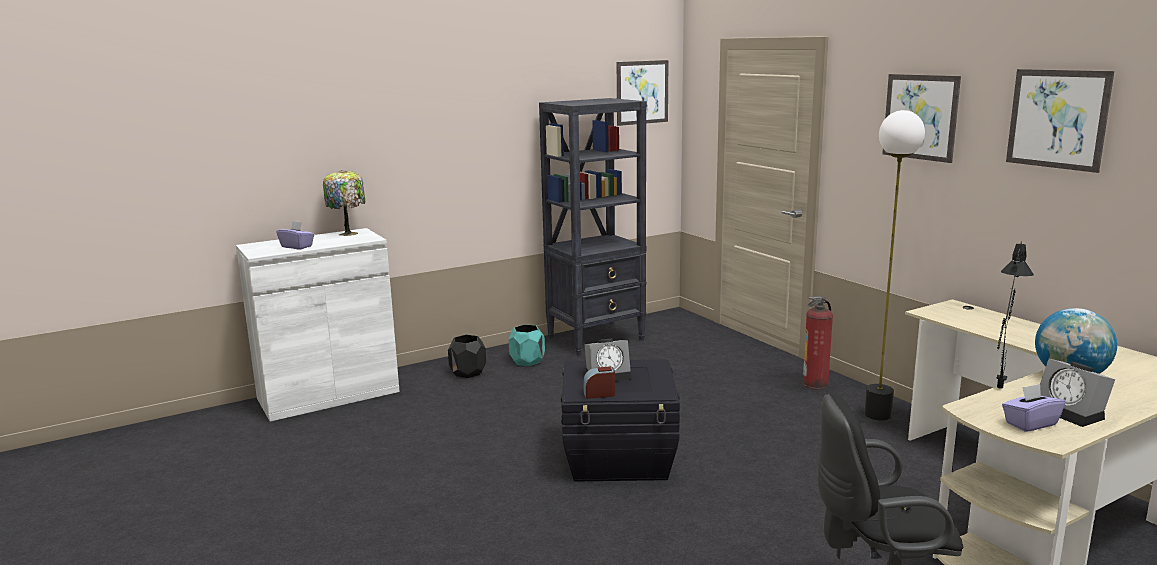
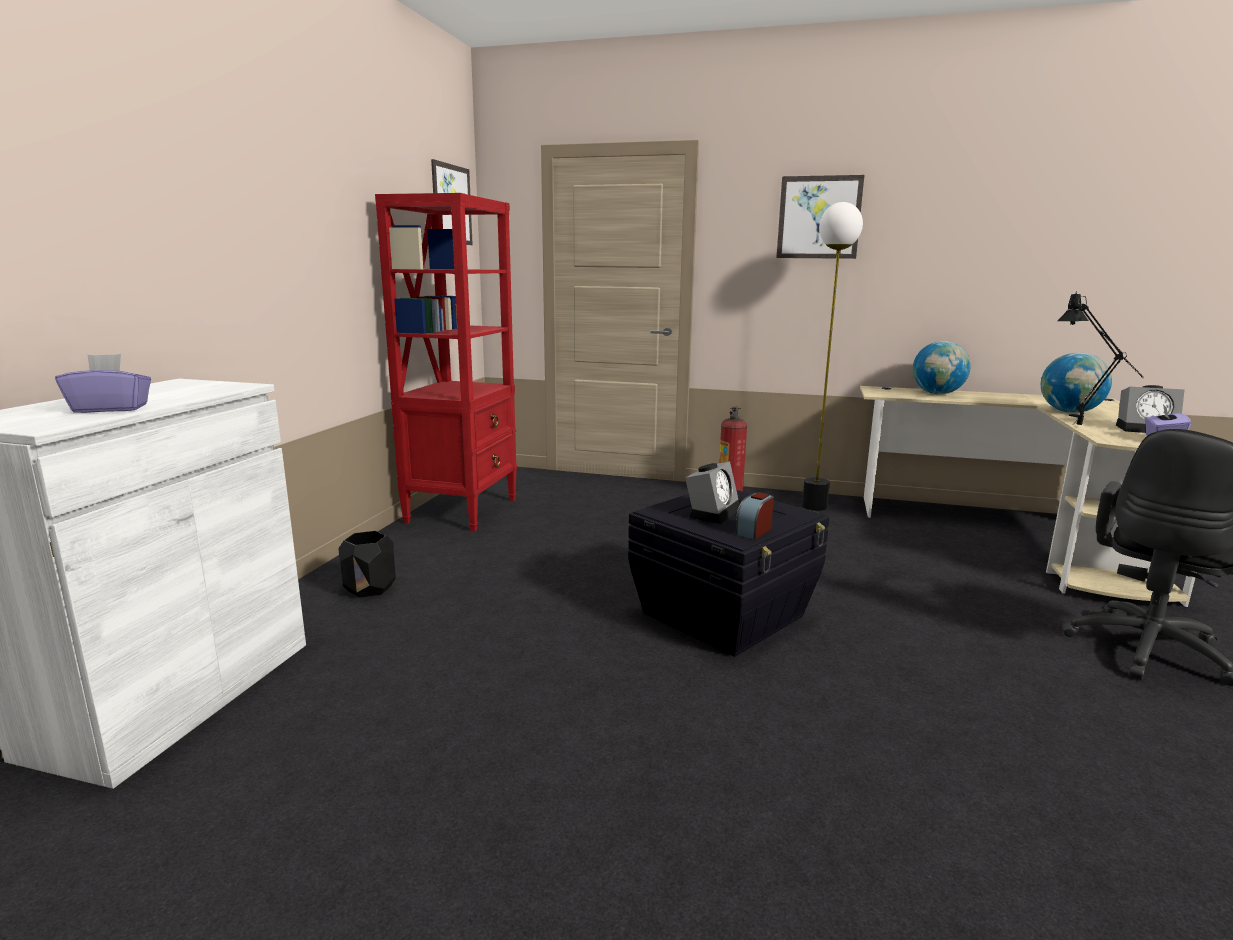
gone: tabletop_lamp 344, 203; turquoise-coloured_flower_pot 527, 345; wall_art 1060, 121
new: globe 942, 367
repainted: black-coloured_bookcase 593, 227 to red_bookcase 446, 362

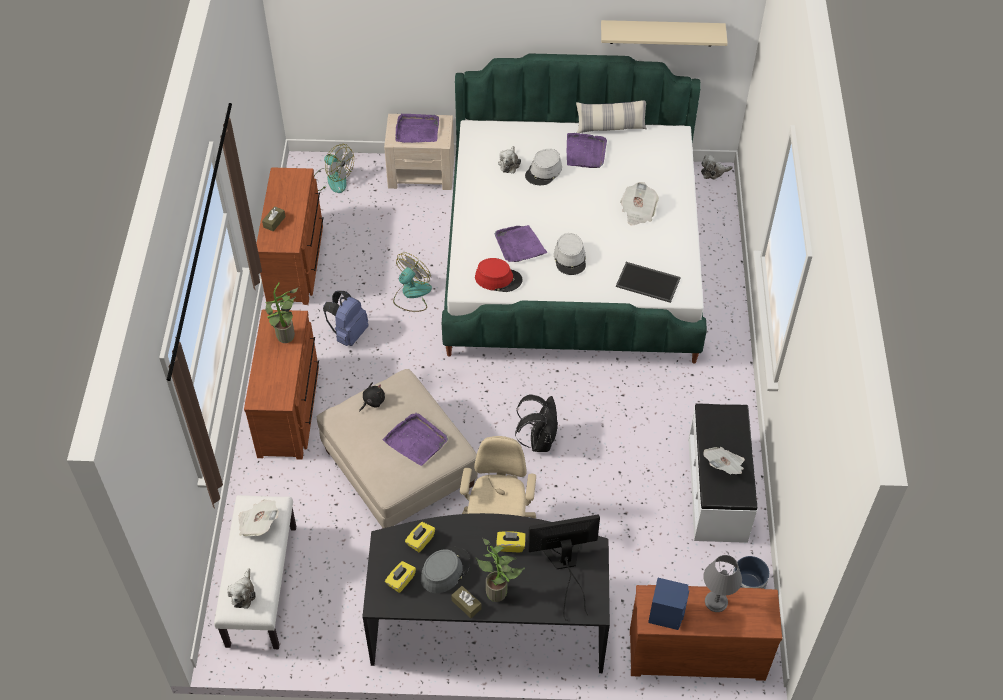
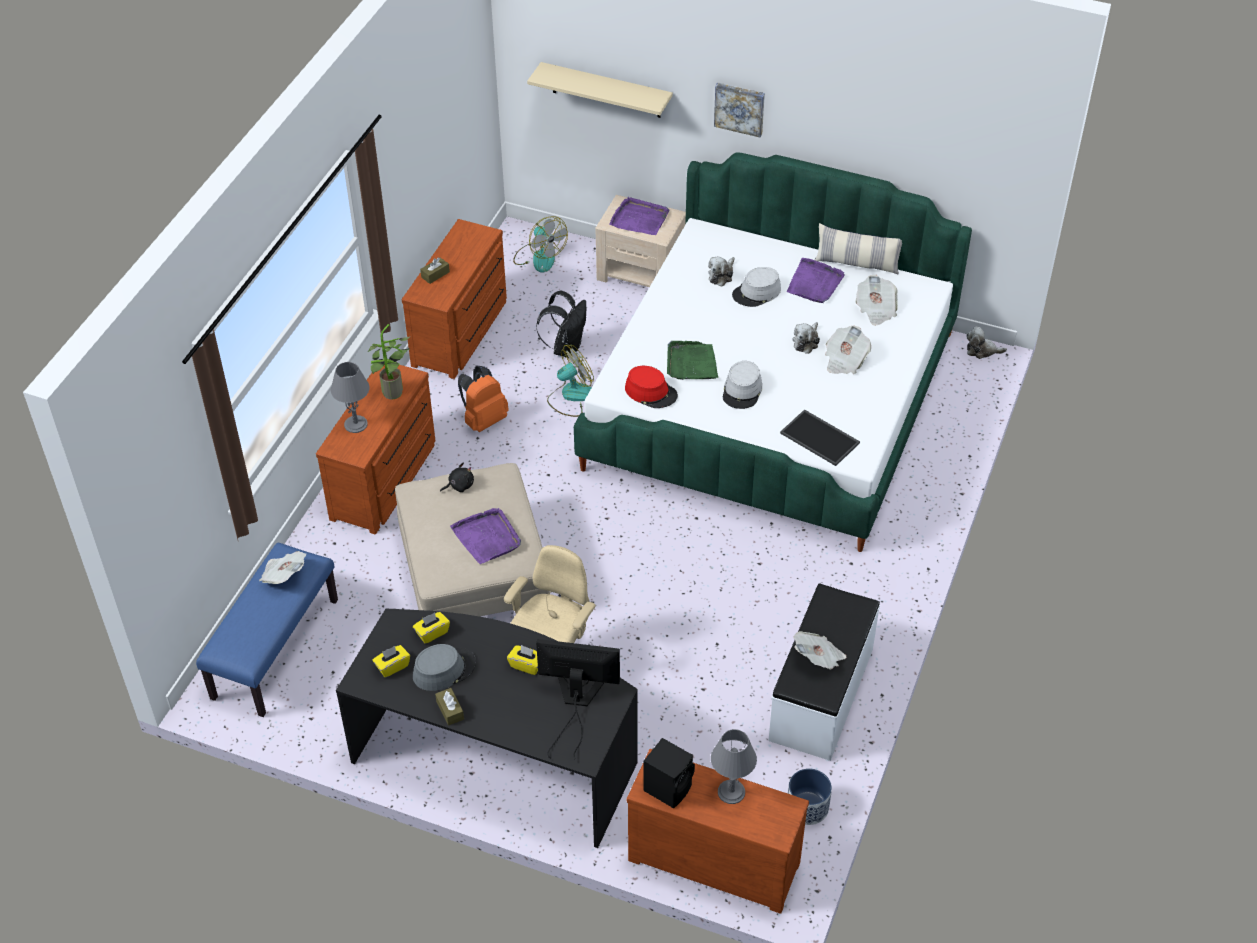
gone: potted_plant 500, 570
new: grey_tabletop_lamp 350, 397; wall_art 739, 109; printed_paper 876, 300
shifted: plush_toy 241, 588 to 806, 338; black-coloured_knapsack 536, 423 to 561, 324; beige_bracket_shelf 664, 33 to 600, 90
repainted: whitish_indoor_bench 255, 572 to blue-coloured_indoor_bench 267, 630; blue-coloured_knapsack 345, 318 to orangey_knapsack 483, 399; purple-coloured_serving_tray 521, 243 to green-coloured_serving_tray 692, 360; blue-coloured_audio_speaker 668, 604 to black-coloured_audio_speaker 669, 773

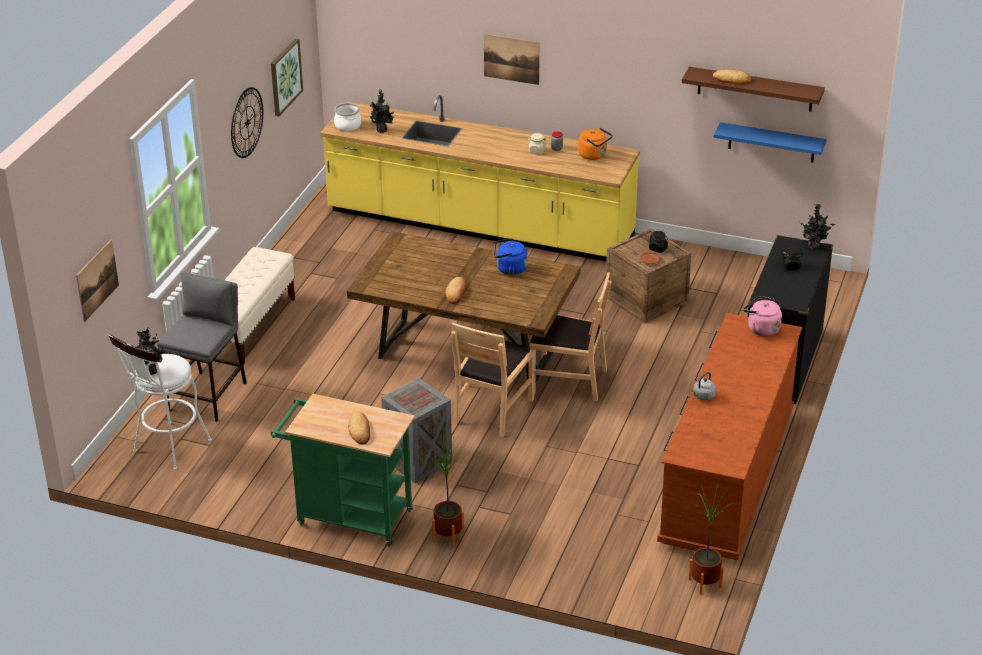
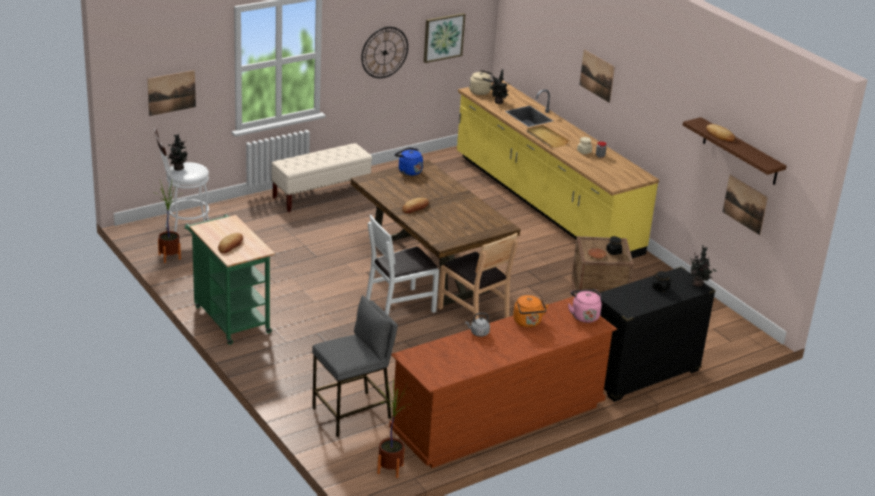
gone: packing_crate 416, 430
new: beige_serving_tray 548, 136
shifted: grey_stool_seat 202, 347 to 355, 366; potted_plant 444, 491 to 170, 222; blue-coloured_kettle 511, 256 to 408, 161; orangey_kettle 595, 144 to 531, 311
swapped: stockpot 347, 117 to beige_kettle 481, 82; blue-coloured_bracket_shelf 770, 142 to wall_art 745, 205
repainted: brown-coloured_upright_chair 492, 379 to whitish_upright_chair 402, 265

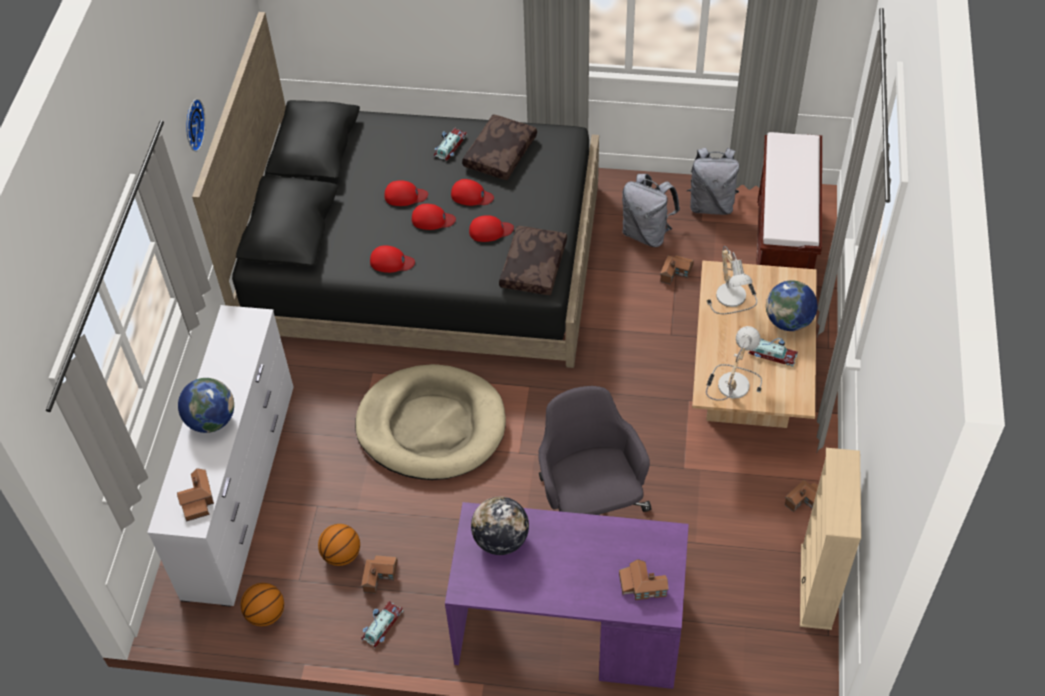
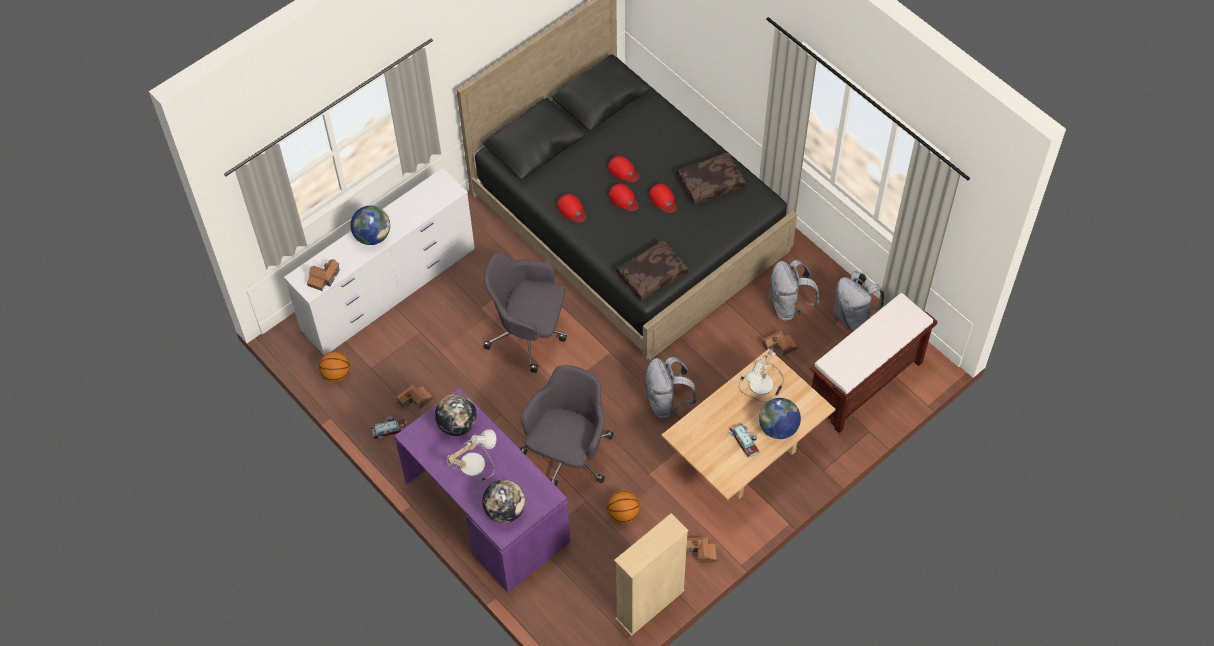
gone: wall_clock 196, 125; miniature_car 450, 145; red_baseball_cap 491, 228
new: grey_knapsack 671, 387
shifted: ball_for_basketball 339, 545 to 623, 506; tabletop_lamp 734, 363 to 471, 455
swapped: beige_dog_bed 430, 422 to grey_computer_chair 525, 312; toy_house 644, 579 to globe 503, 501

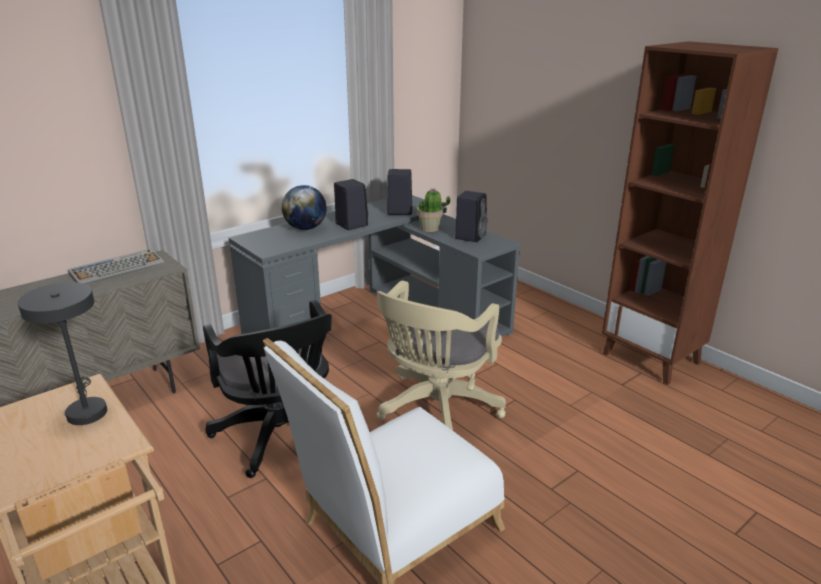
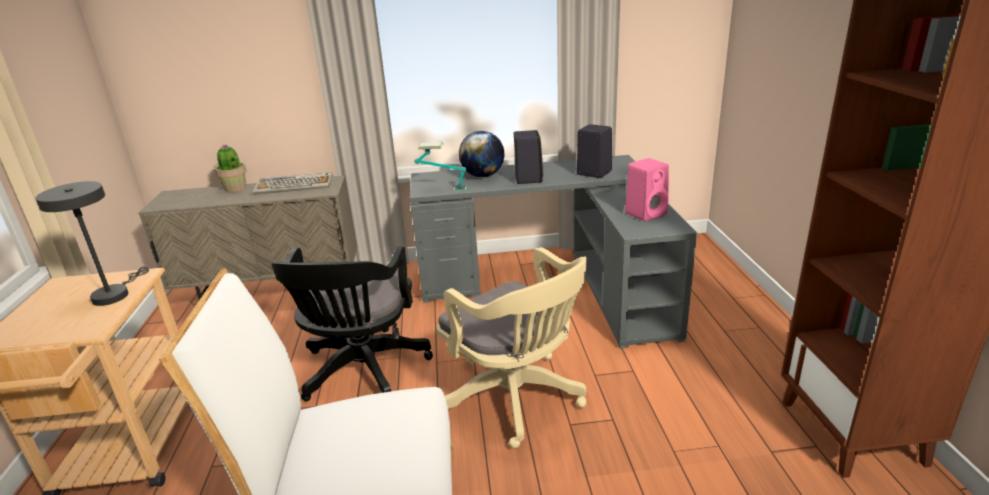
new: tabletop_lamp 441, 167
shifted: potted_plant 433, 210 to 230, 168
repainted: black-coloured_audio_speaker 471, 216 to pink_audio_speaker 647, 189
rotated: beige_computer_chair 441, 355 = 511, 348 105 degrees counterclockwise

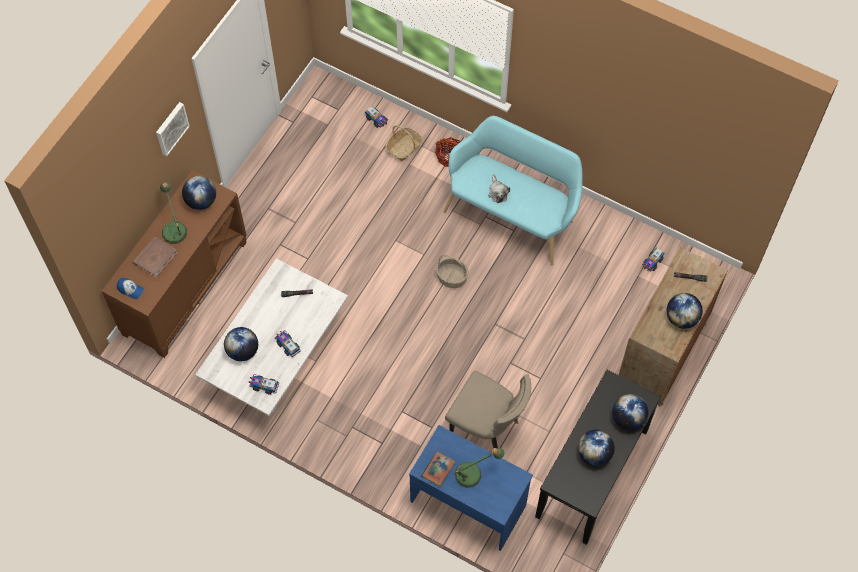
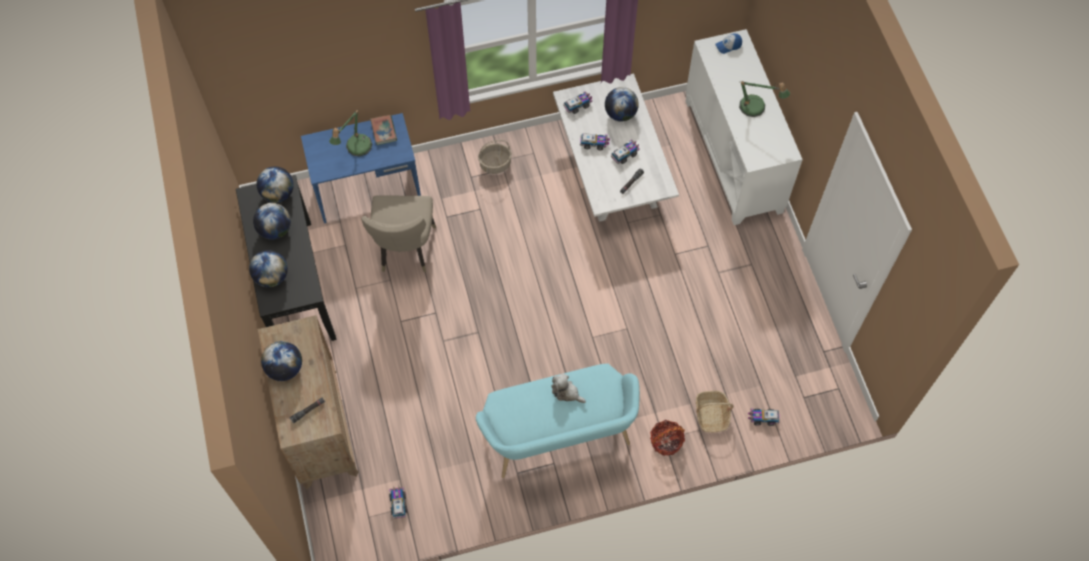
gone: brown-coloured_volume 155, 257; wall_art 173, 129
new: toy_lorry 625, 152
shifted: globe 199, 193 to 275, 184; storage_basket 452, 271 to 495, 157
repainted: brown-coloured_cabinet 174, 264 to whitish_cabinet 744, 127
rotated: beige_upright_chair 488, 409 = 398, 233 75 degrees counterclockwise

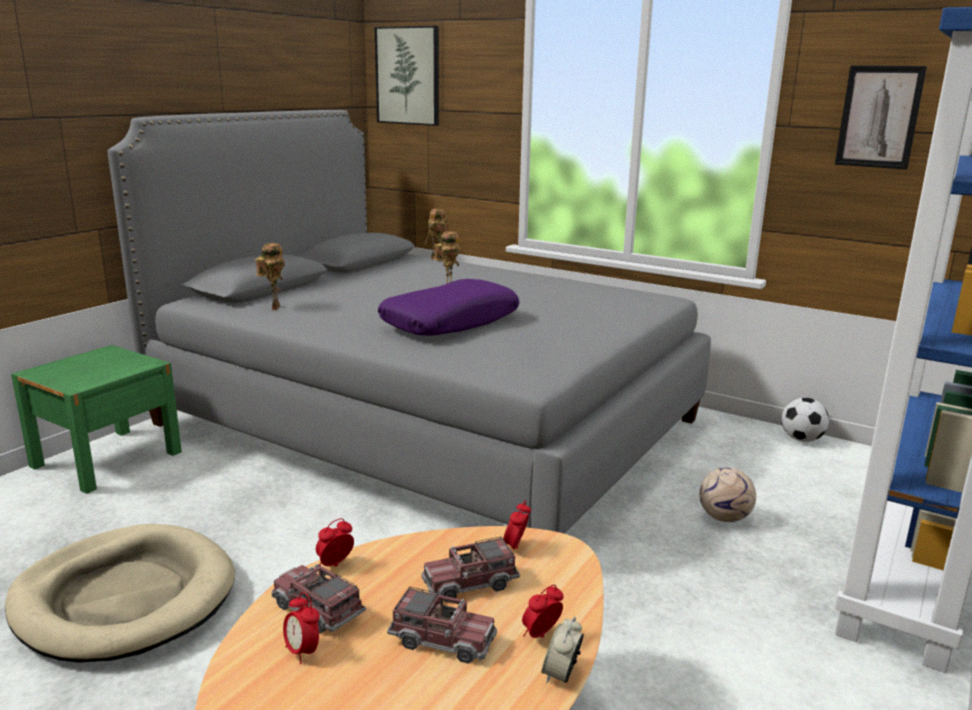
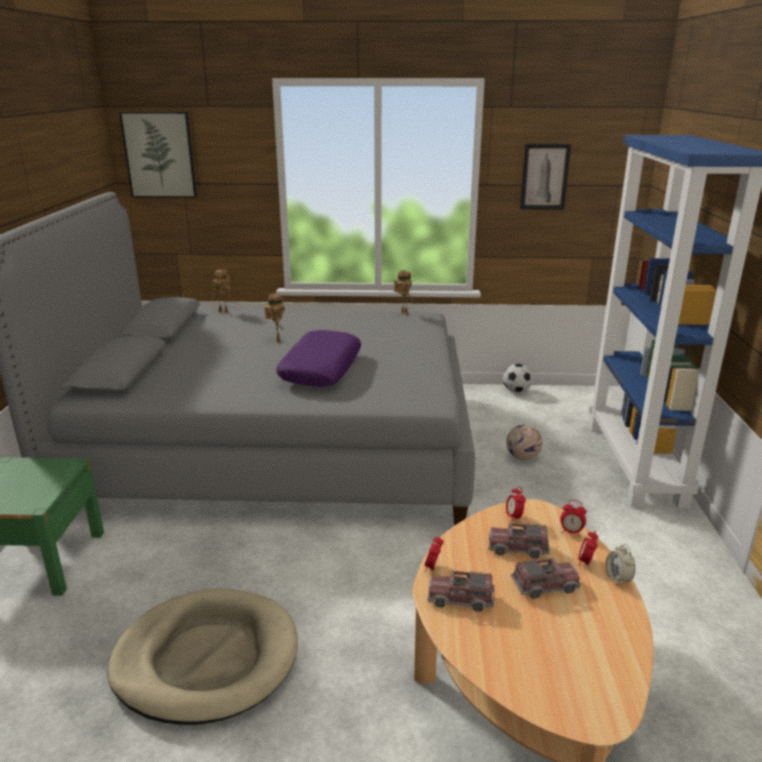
shifted: robot_figure 270, 276 to 403, 292; bedside_clock 301, 628 to 573, 518
rotated: toy_lorry 470, 569 = 519, 540 60 degrees clockwise

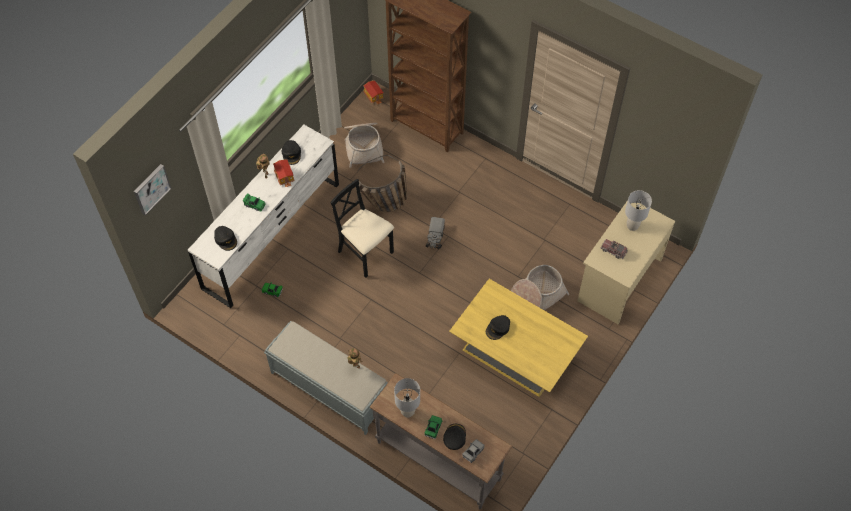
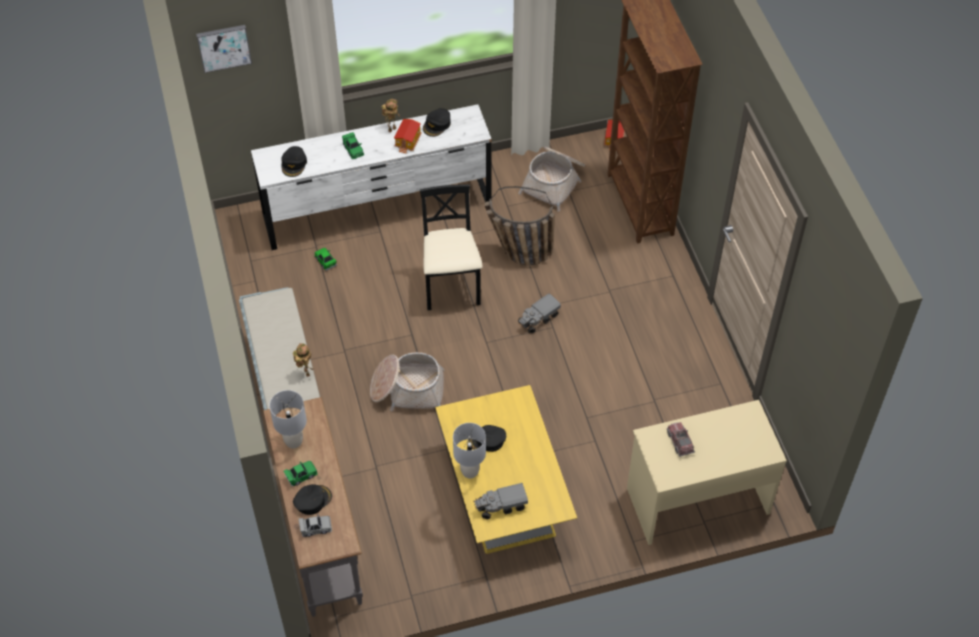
new: toy_lorry 501, 501
shifted: storage_basket 540, 287 to 407, 381; grey_tabletop_lamp 638, 210 to 469, 450

